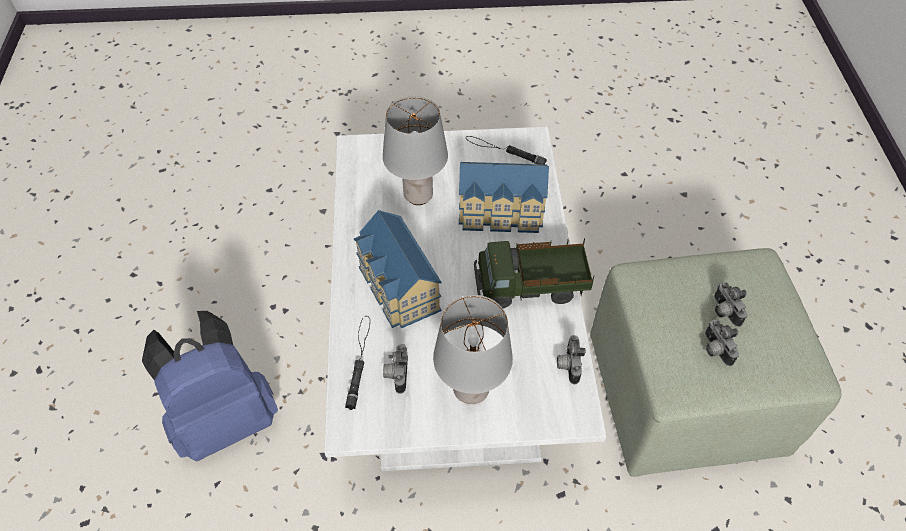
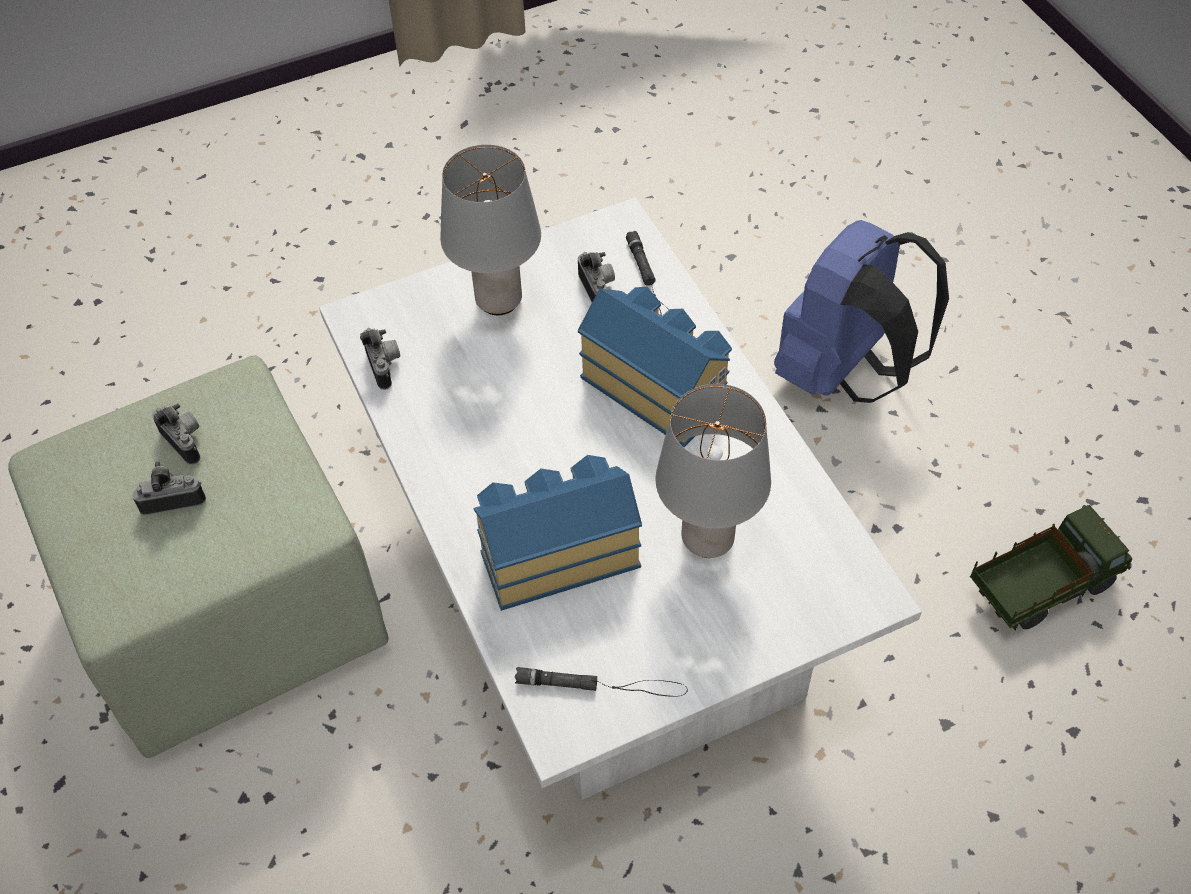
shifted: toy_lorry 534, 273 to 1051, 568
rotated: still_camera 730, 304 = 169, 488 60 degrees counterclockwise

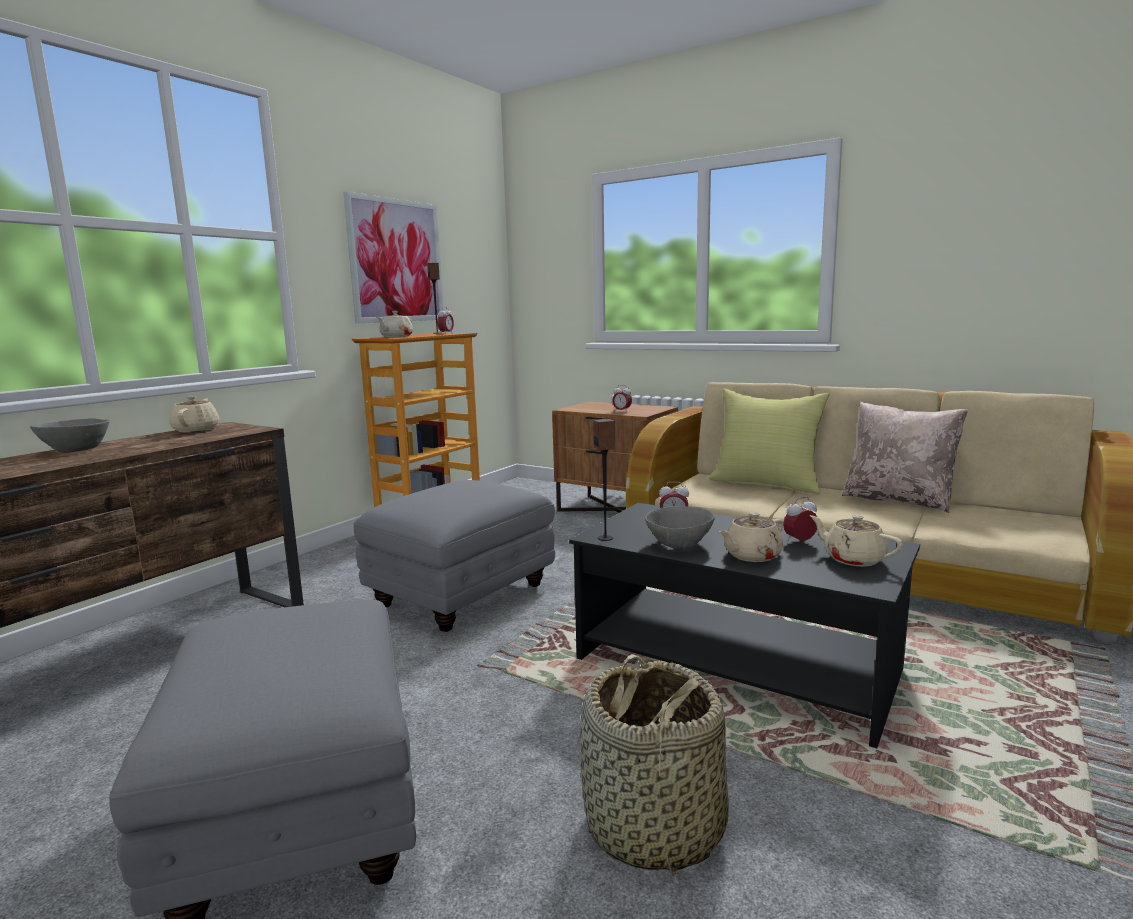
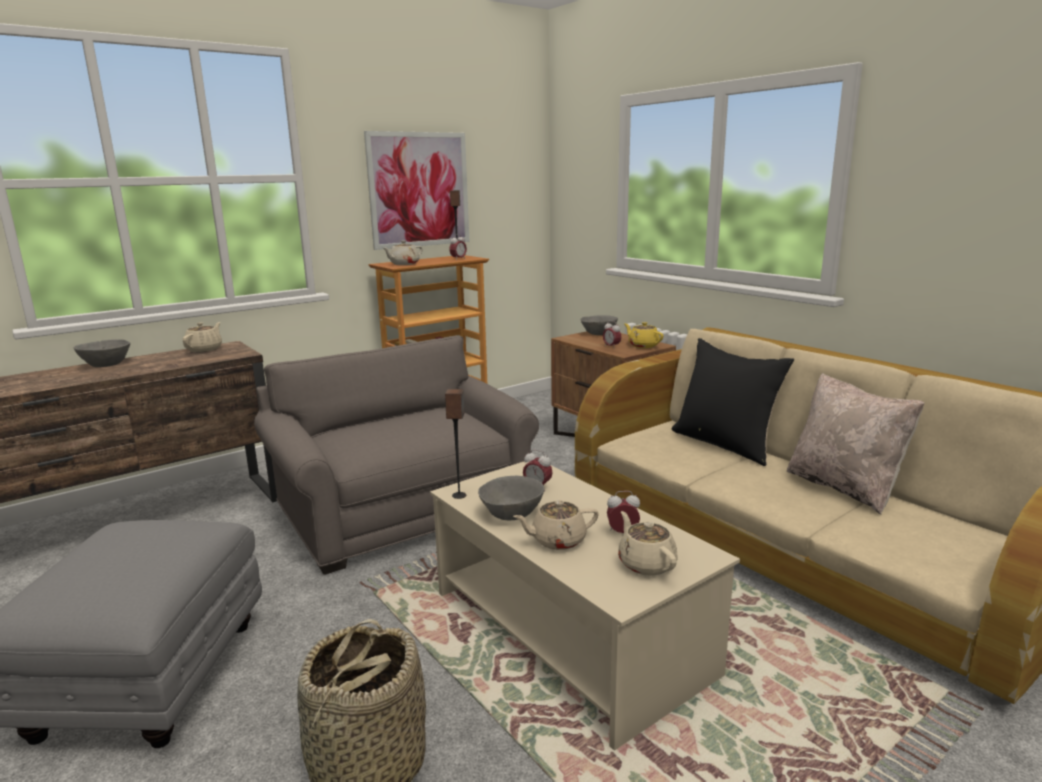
new: grey_bowl 599, 325; yellow-coloured_pot_for_tea 644, 335
swapped: grey_pouffe 454, 556 to grey_easy_chair 396, 455
repainted: black-coloured_low_table 744, 625 to beige_low_table 585, 606; yellow-coloured_throw_pillow 769, 441 to black-coloured_throw_pillow 733, 402

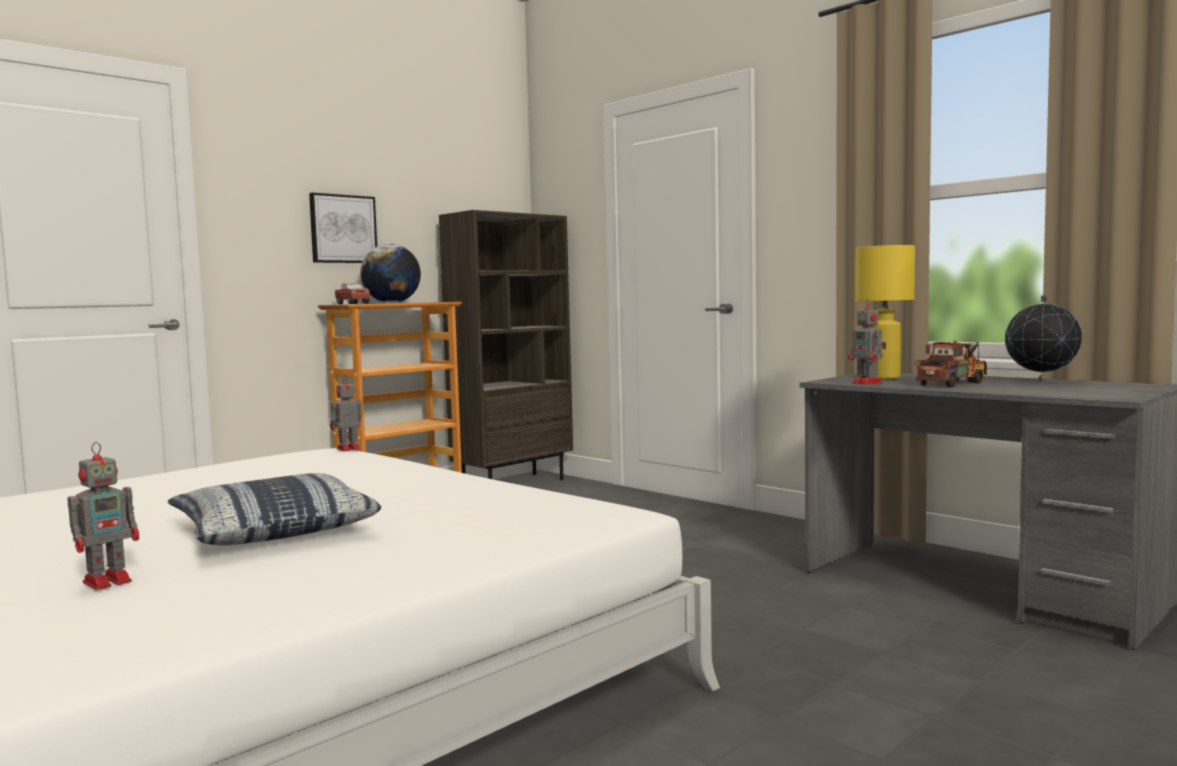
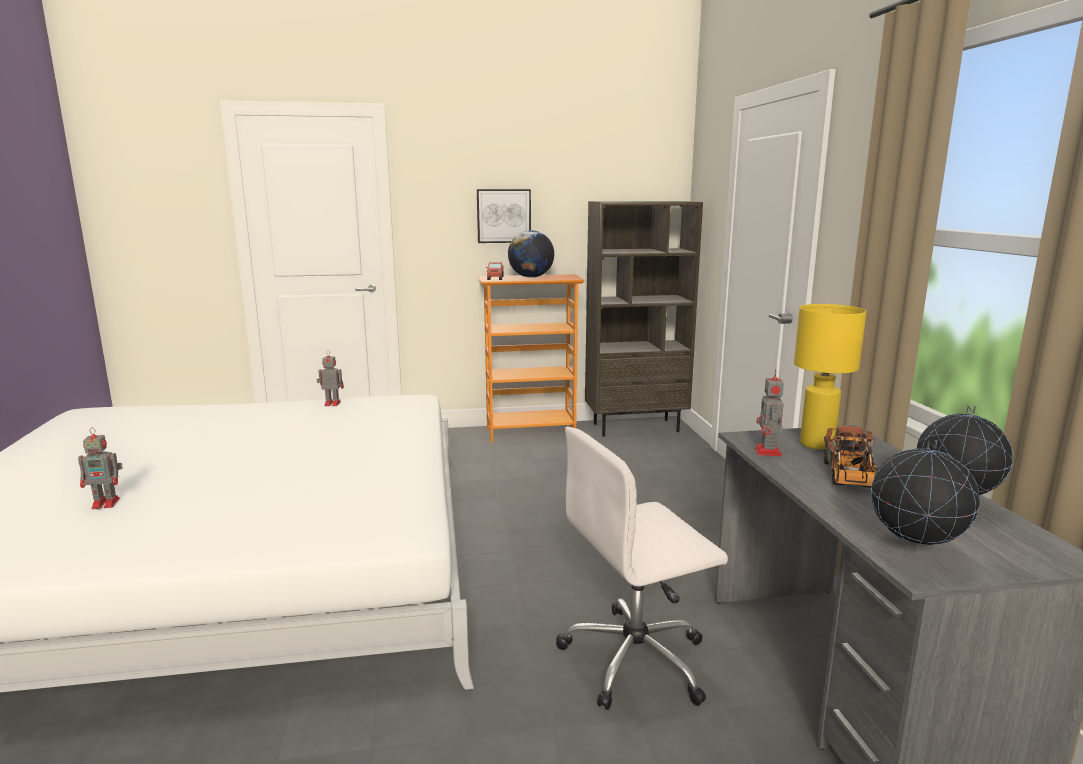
gone: throw_pillow 274, 509
new: whitish_computer_chair 642, 568; globe 925, 495
shifted: robot_figure 346, 413 to 330, 378
rotated: toy_lorry 951, 364 = 851, 457 105 degrees clockwise

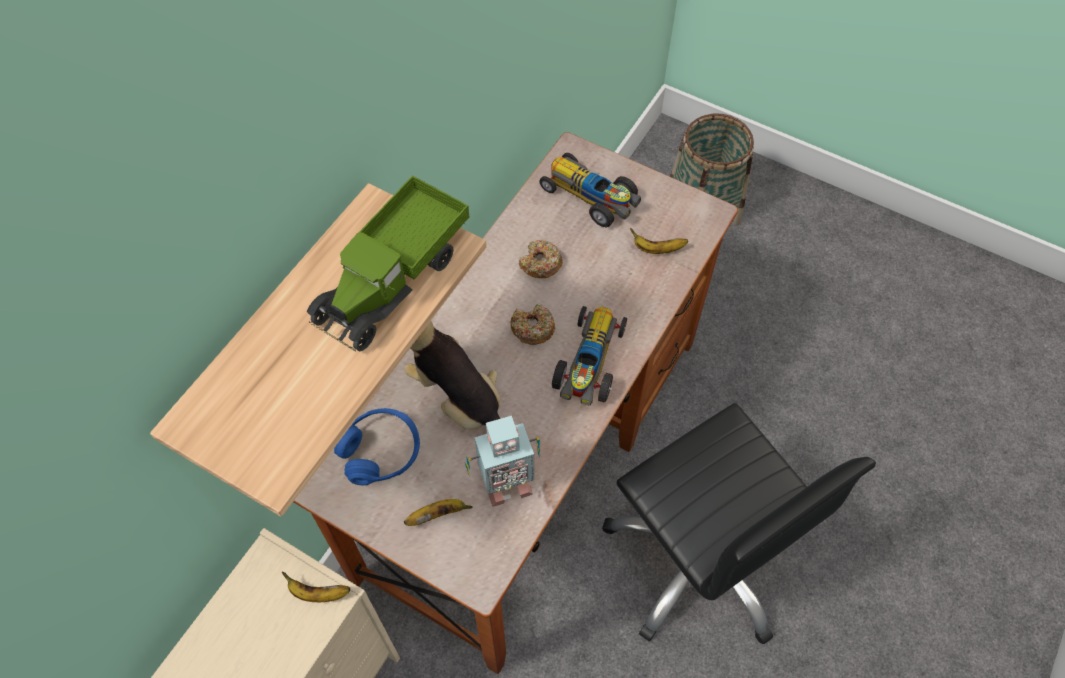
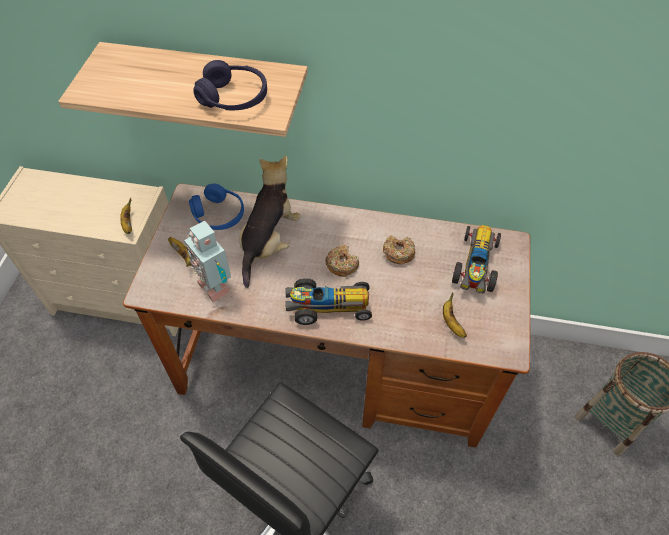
swapped: toy_lorry 388, 263 to purple-coloured_pair_of_headphones 230, 85

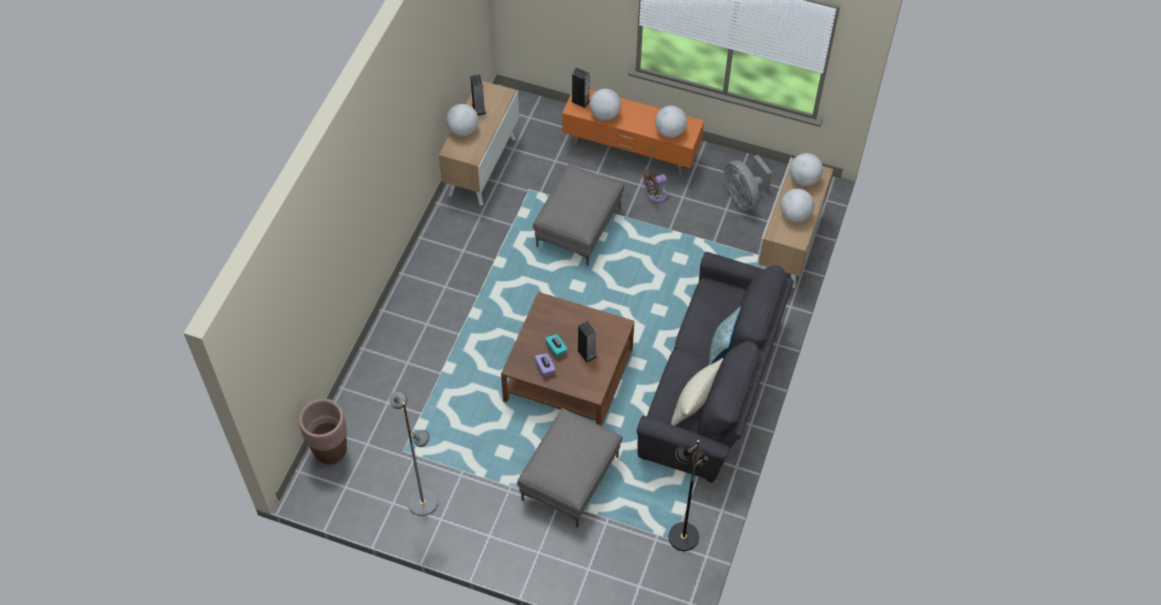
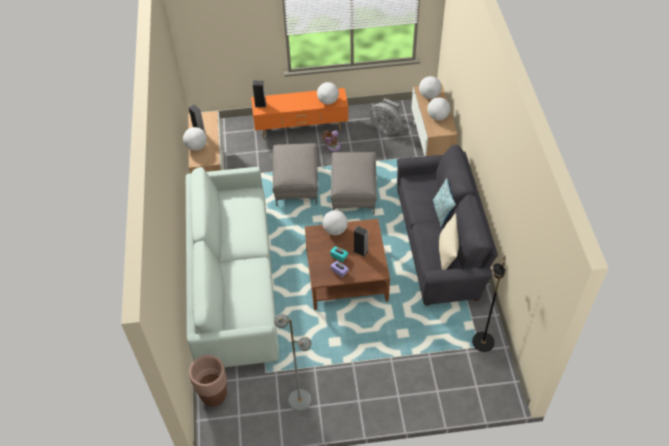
new: whitish_sofa 232, 267
shifted: grey_pouffe 570, 468 to 354, 183; globe 605, 104 to 335, 222

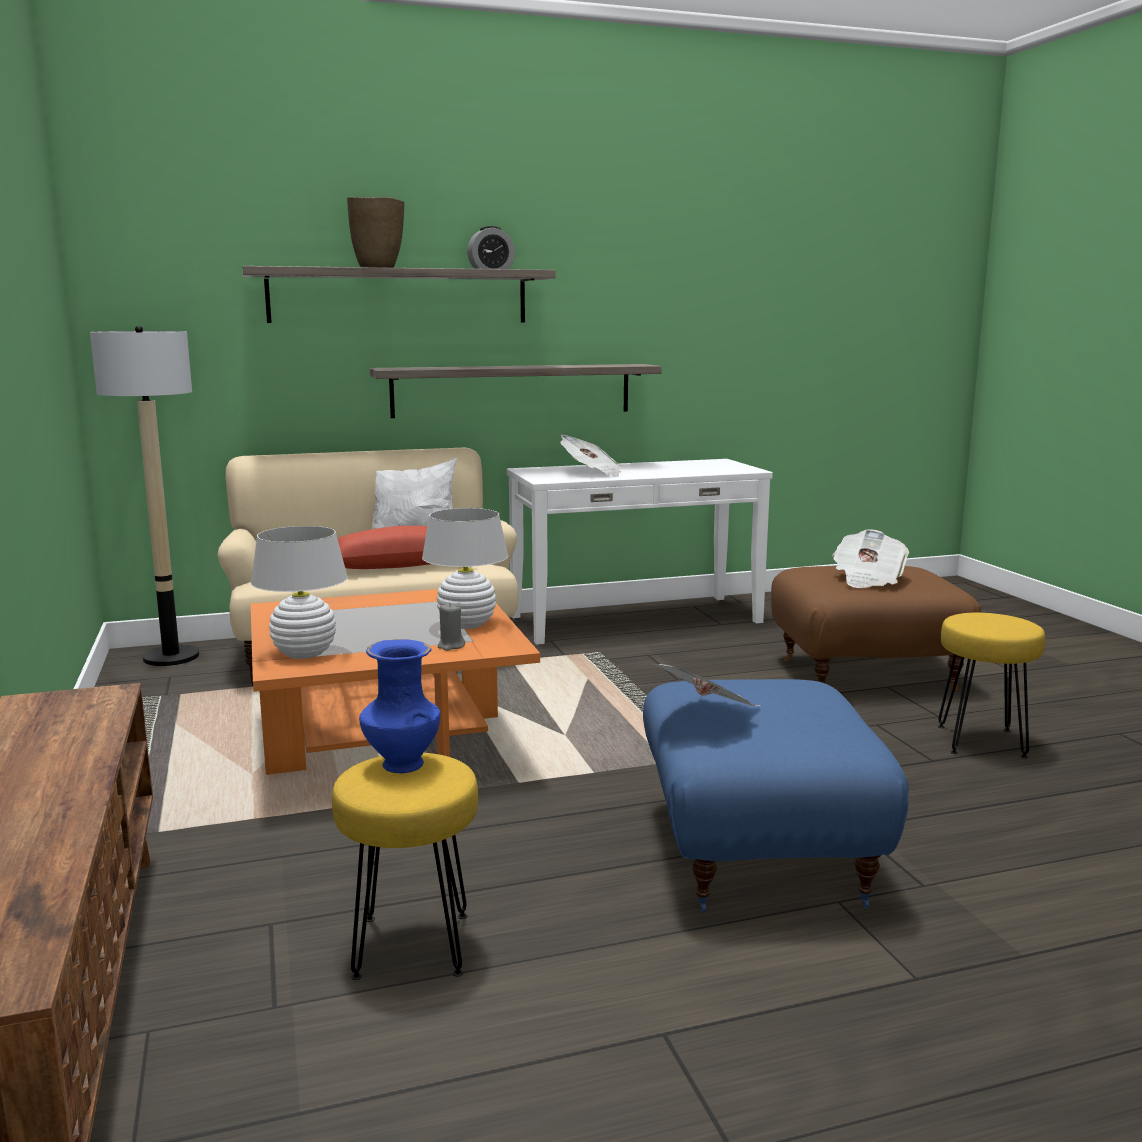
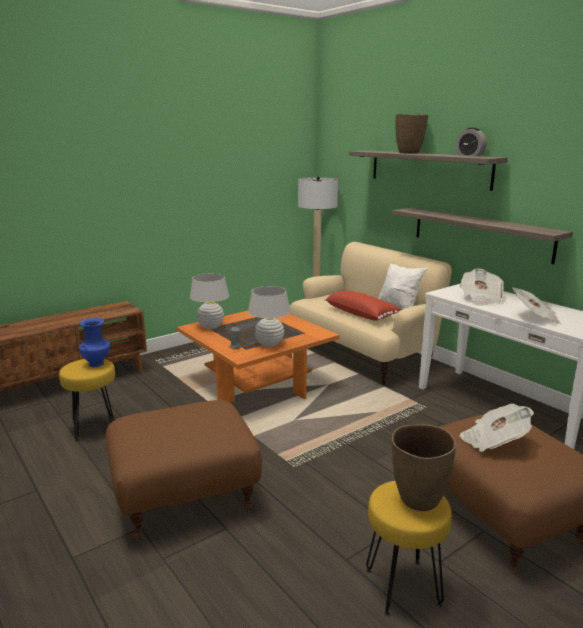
new: brown-coloured_vase 424, 467
shifted: printed_paper 706, 685 to 536, 305
repainted: blue-coloured_pouffe 776, 795 to brown-coloured_pouffe 184, 469

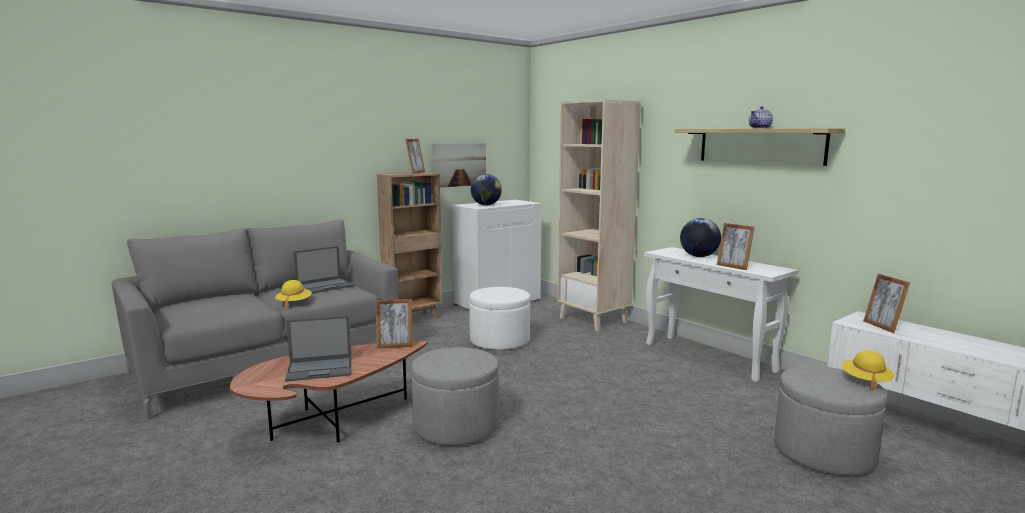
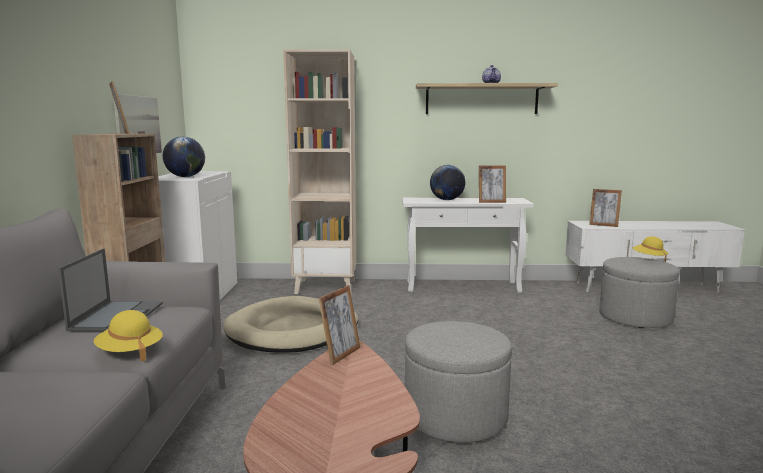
gone: portable_computer 318, 349
swapped: whitish_pouffe 499, 318 to beige_dog_bed 291, 324

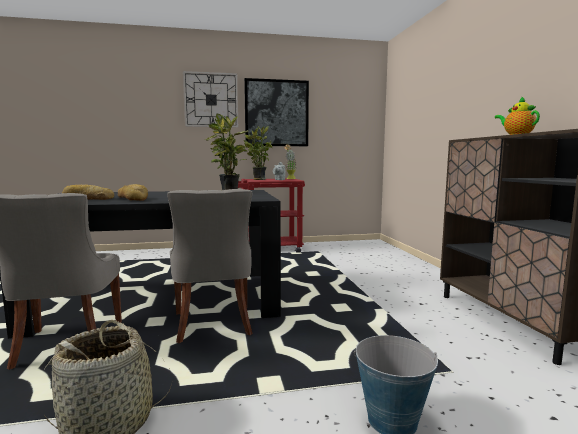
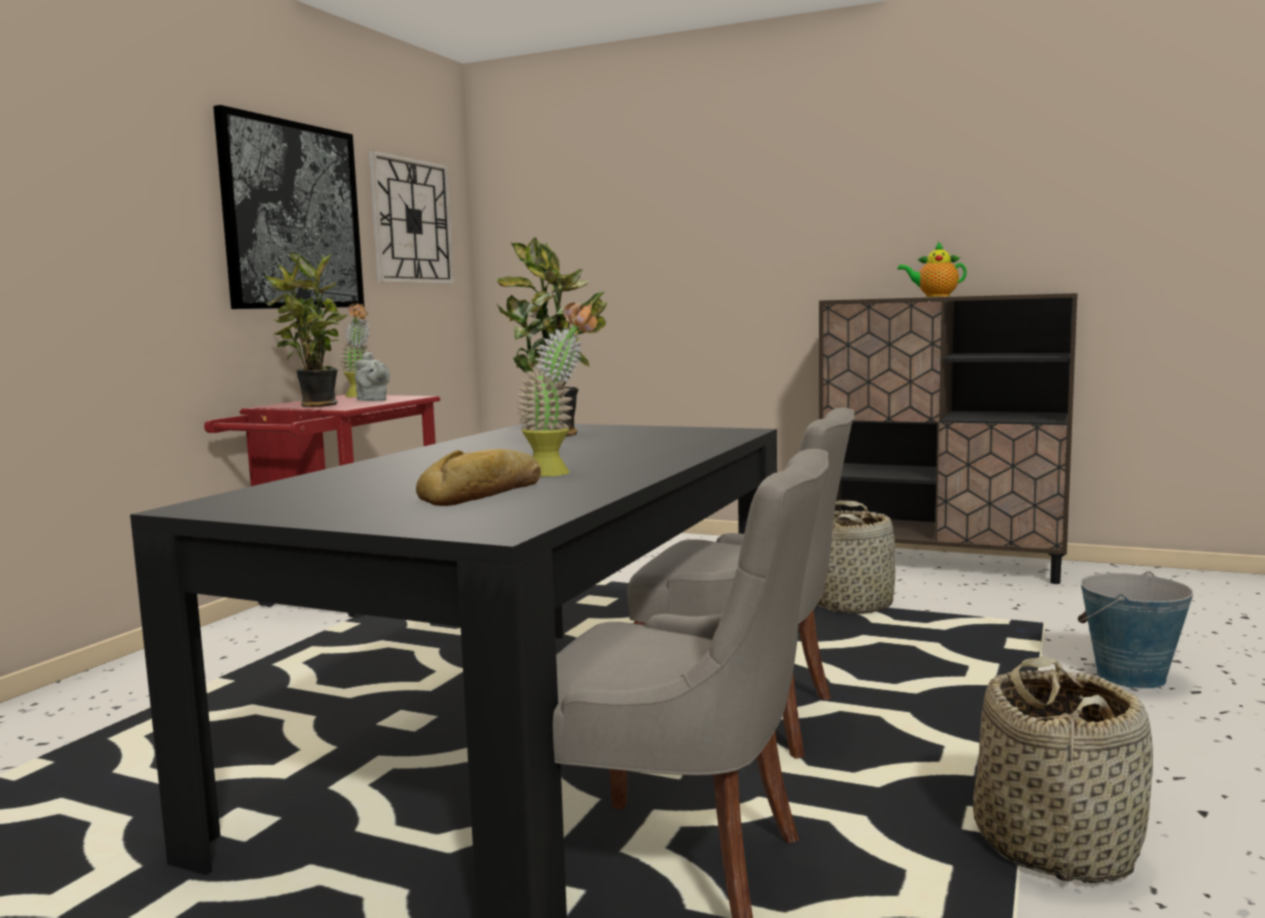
new: storage_basket 856, 557
shifted: wall_clock 210, 99 to 411, 217
swapped: baked_bread 133, 192 to potted_plant 556, 390

